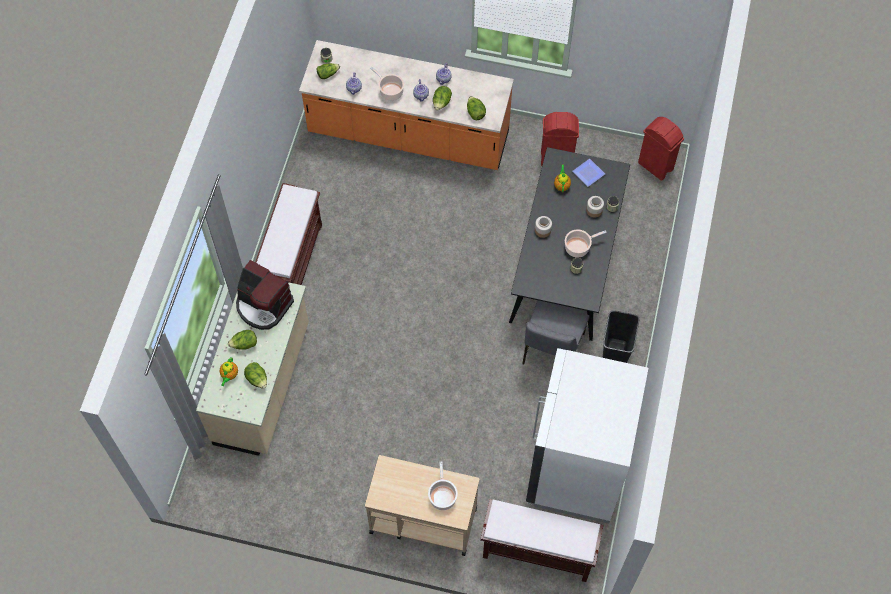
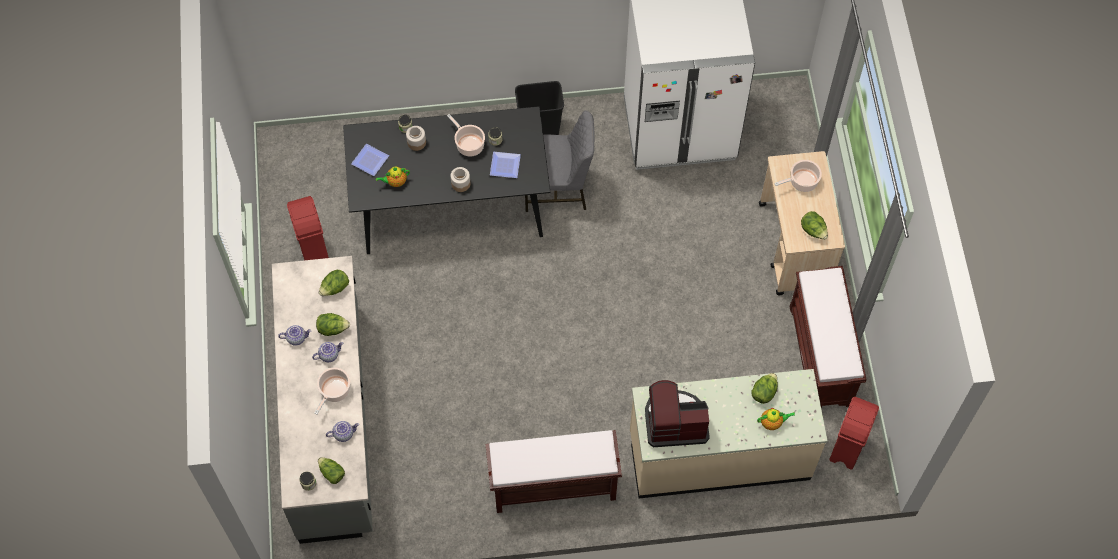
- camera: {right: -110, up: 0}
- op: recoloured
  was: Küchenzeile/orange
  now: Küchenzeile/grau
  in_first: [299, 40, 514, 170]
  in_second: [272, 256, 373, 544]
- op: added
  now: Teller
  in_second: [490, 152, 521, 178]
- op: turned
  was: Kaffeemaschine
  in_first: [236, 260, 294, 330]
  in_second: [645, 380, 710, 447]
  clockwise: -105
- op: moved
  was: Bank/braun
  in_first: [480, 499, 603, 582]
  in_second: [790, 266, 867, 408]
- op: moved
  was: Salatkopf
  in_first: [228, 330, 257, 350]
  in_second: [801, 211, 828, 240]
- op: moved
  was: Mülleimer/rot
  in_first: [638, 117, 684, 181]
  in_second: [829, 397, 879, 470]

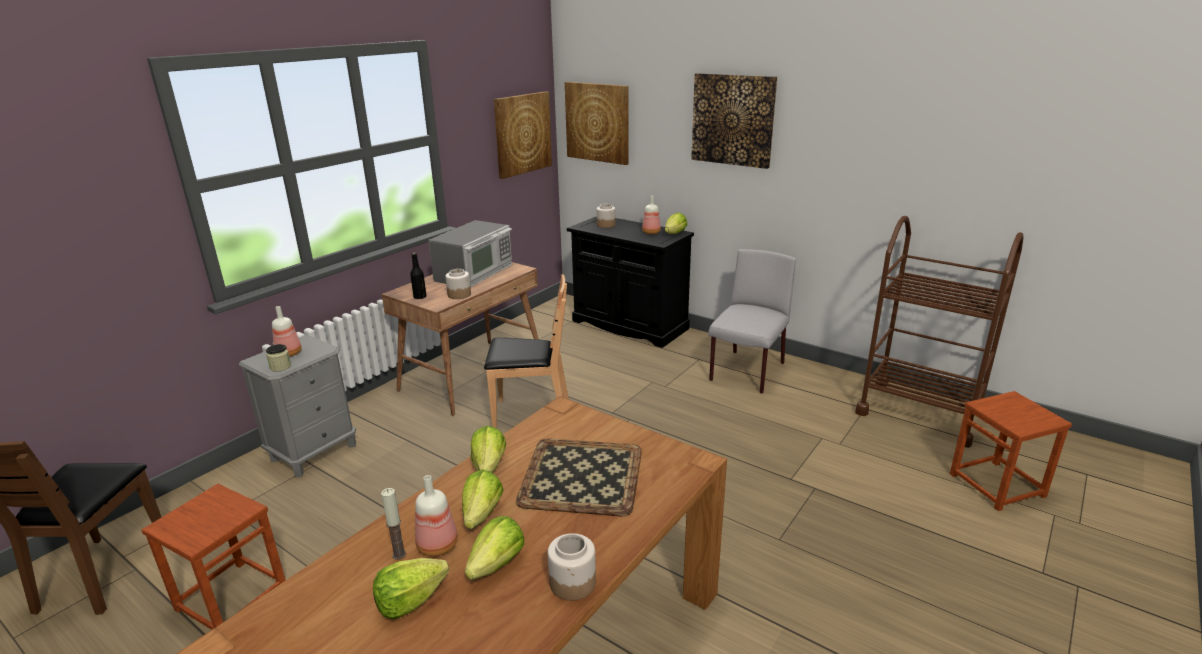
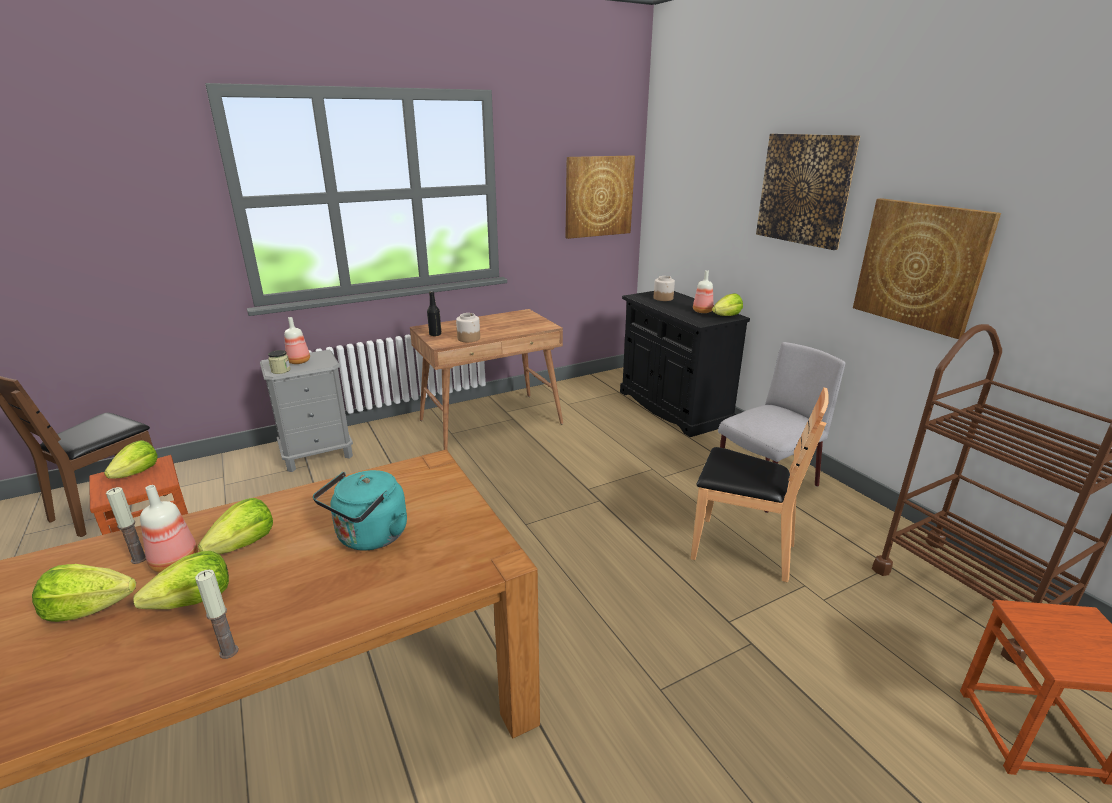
- camera: {right: 25, up: 0}
- op: moved
  was: Salatkopf
  in_first: [471, 426, 506, 472]
  in_second: [104, 440, 157, 479]
- op: replaced
  was: Vorratsglas
  now: Kerze
  in_first: [548, 533, 596, 601]
  in_second: [195, 569, 239, 659]
- op: replaced
  was: Tablett
  now: Wasserkessel/türkis
  in_first: [516, 438, 642, 516]
  in_second: [313, 470, 407, 550]
- op: moved
  was: Stuhl/braun
  in_first: [484, 274, 569, 429]
  in_second: [691, 387, 829, 582]
- op: moved
  was: Bild
  in_first: [565, 82, 629, 165]
  in_second: [853, 198, 1001, 339]
- op: removed
  was: Mikrowelle
  in_first: [428, 220, 512, 287]

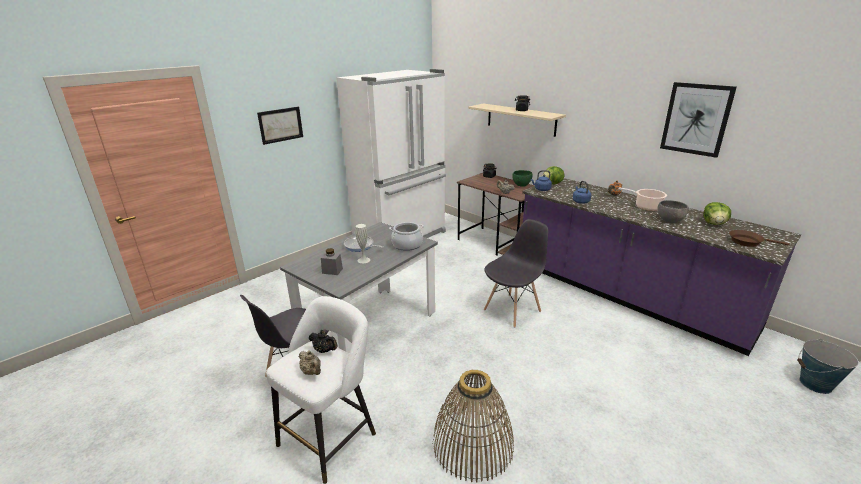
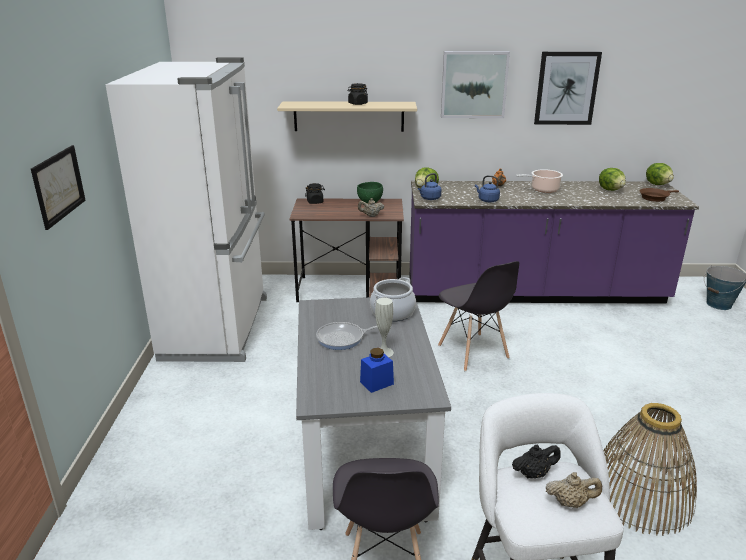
- camera: {right: -45, up: 0}
- op: recoloured
  was: Vorratsglas/grau
  now: Vorratsglas/blau
  in_first: [321, 248, 343, 275]
  in_second: [360, 348, 394, 393]
- op: turned
  was: Stuhl/grau
  in_first: [484, 219, 548, 328]
  in_second: [438, 261, 519, 371]
  clockwise: 150
- op: added
  now: Bild
  in_second: [441, 51, 510, 118]
- op: added
  now: Salatkopf
  in_second: [646, 163, 674, 185]
- op: removed
  was: Schüssel/grau
  in_first: [657, 200, 689, 223]

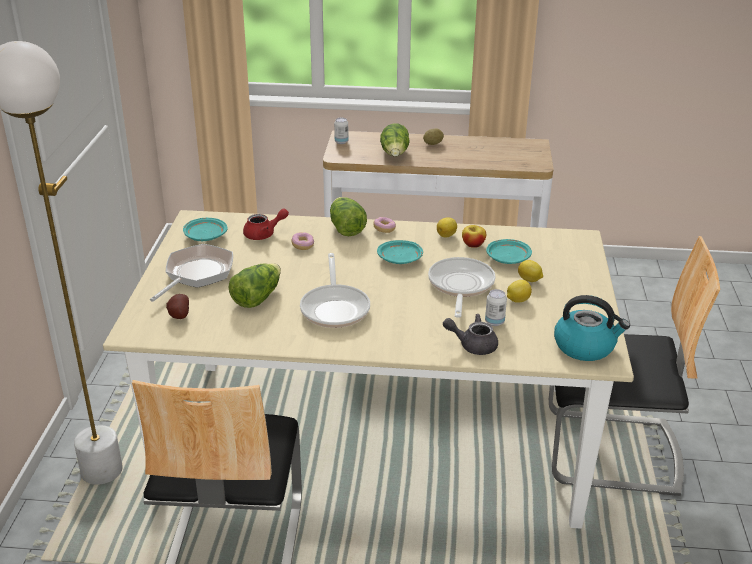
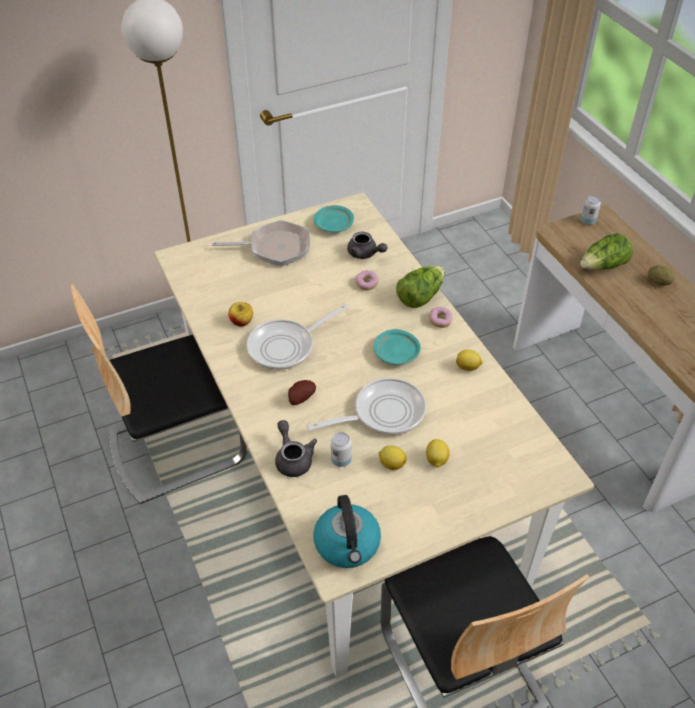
- camera: {right: 60, up: 15}
- op: moved
  was: Apfel
  in_first: [462, 225, 486, 248]
  in_second: [228, 302, 253, 327]
- op: moved
  was: Kartoffel
  in_first: [166, 294, 189, 319]
  in_second: [288, 380, 316, 405]
- op: recoloured
  was: Teekanne/rot
  now: Teekanne/grau
  in_first: [243, 209, 289, 240]
  in_second: [347, 232, 388, 259]
- op: removed
  was: Salatkopf
  in_first: [229, 263, 281, 308]
- op: removed
  was: Teller/türkis
  in_first: [486, 239, 532, 264]

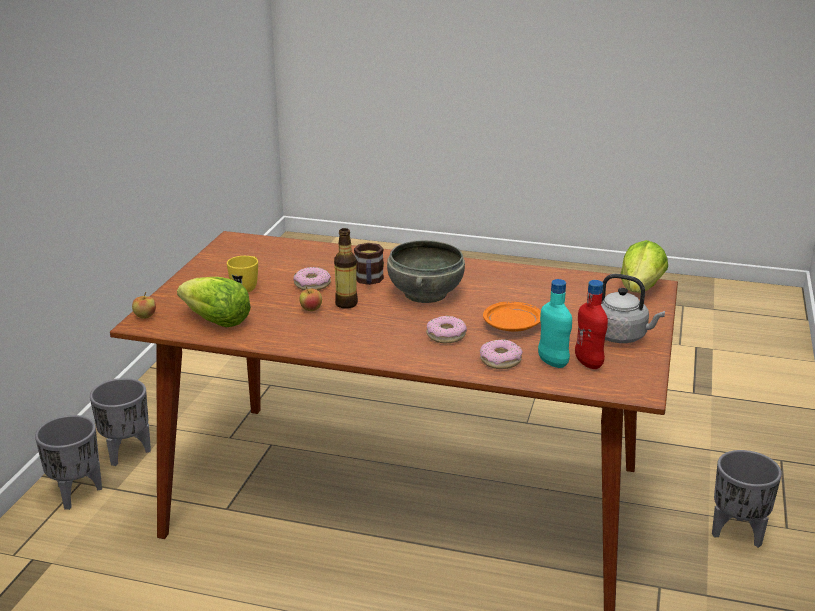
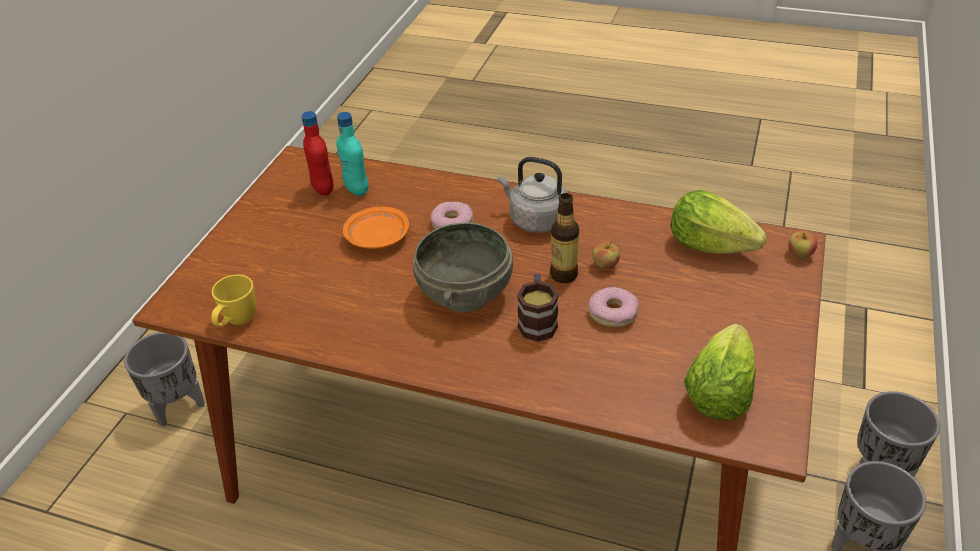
- camera: {right: -175, up: 15}
- op: moved
  was: Henkelbecher/gelb
  in_first: [227, 256, 258, 292]
  in_second: [211, 275, 256, 327]
- op: moved
  was: Wasserkessel/grau
  in_first: [601, 274, 665, 343]
  in_second: [498, 157, 568, 233]
- op: moved
  was: Salatkopf
  in_first: [621, 240, 668, 293]
  in_second: [684, 324, 756, 420]
- op: removed
  was: Donut
  in_first: [480, 339, 523, 369]

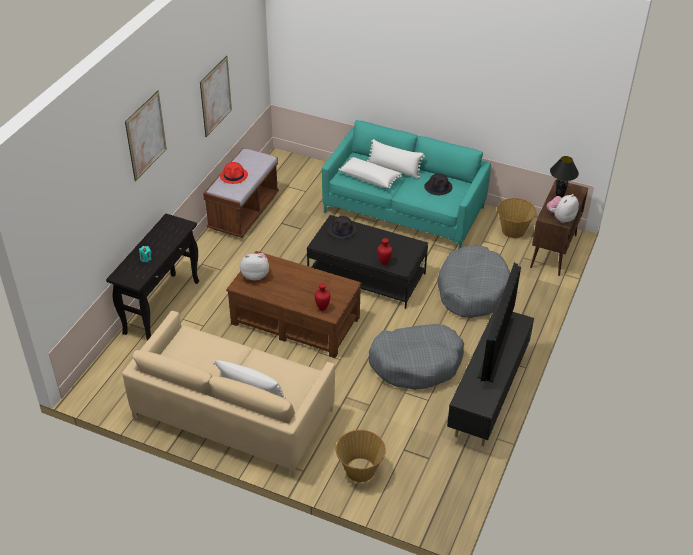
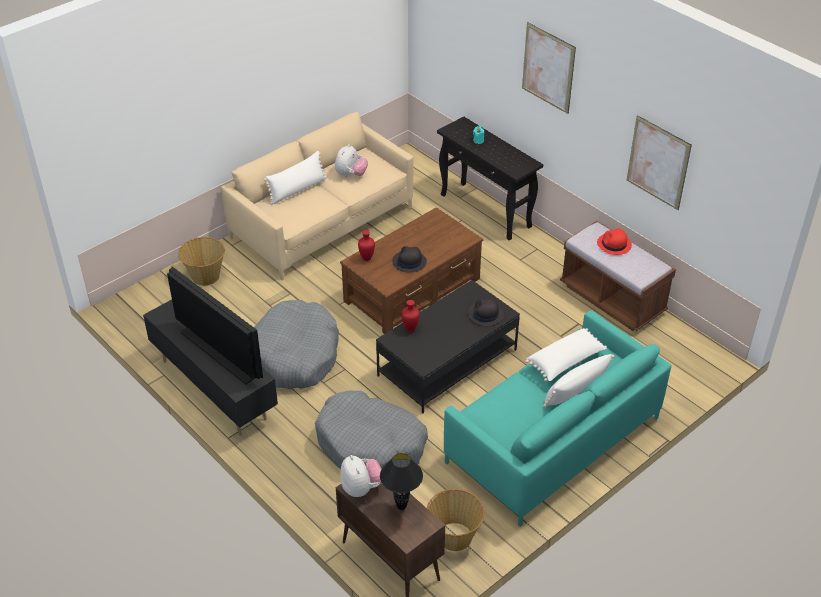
- camera: {right: 115, up: 0}
- op: moved
  was: Plüschtier
  in_first: [240, 253, 269, 281]
  in_second: [335, 144, 368, 177]
- op: moved
  was: Hut/schwarz
  in_first: [424, 173, 452, 195]
  in_second: [392, 246, 427, 273]

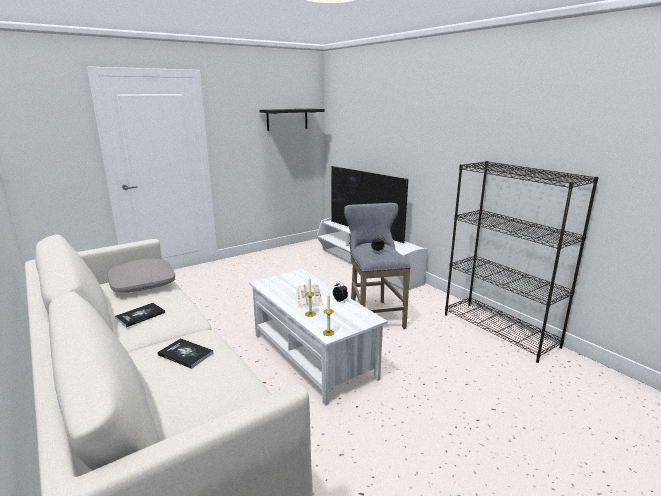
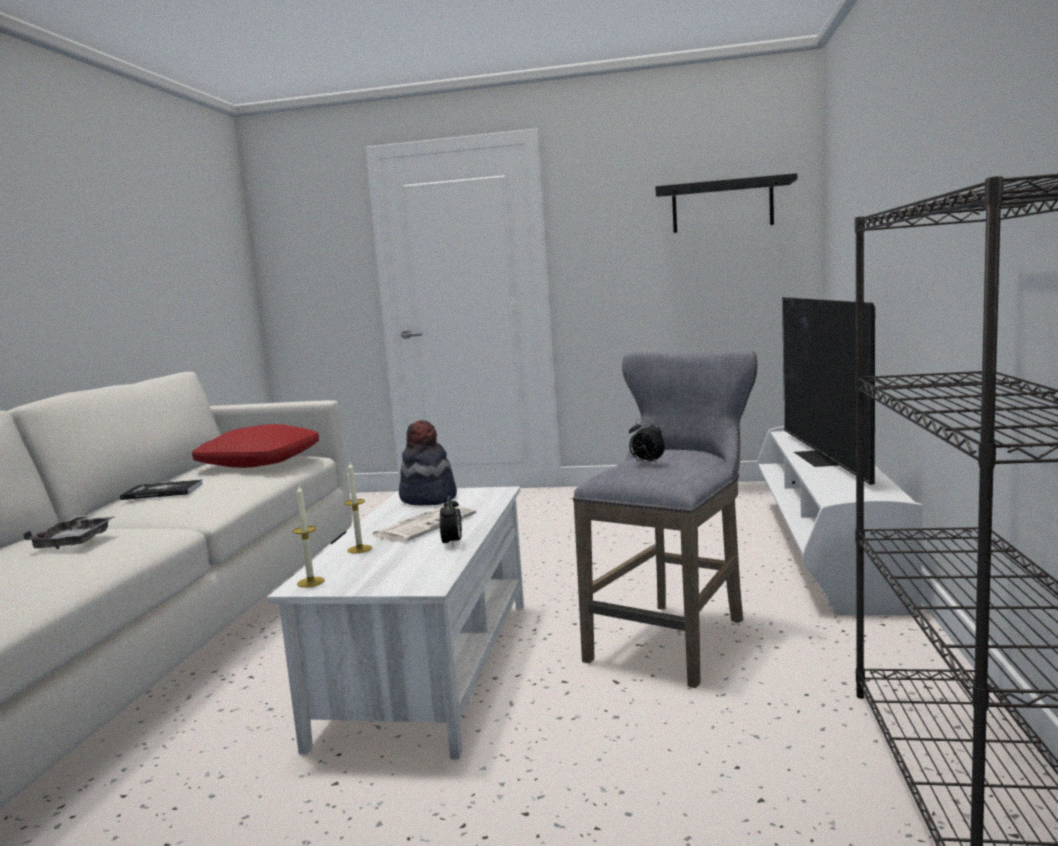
- camera: {right: 45, up: -10}
- op: replaced
  was: Buch
  now: Tablett/grau
  in_first: [157, 338, 213, 369]
  in_second: [23, 515, 116, 549]
- op: recoloured
  was: Kissen/grau
  now: Kissen/rot
  in_first: [108, 259, 175, 293]
  in_second: [192, 424, 319, 468]
- op: added
  now: Hut
  in_second: [399, 420, 457, 505]

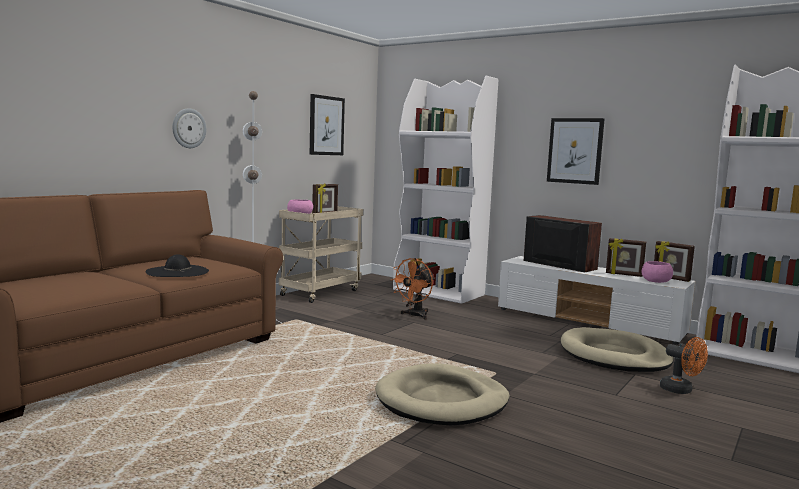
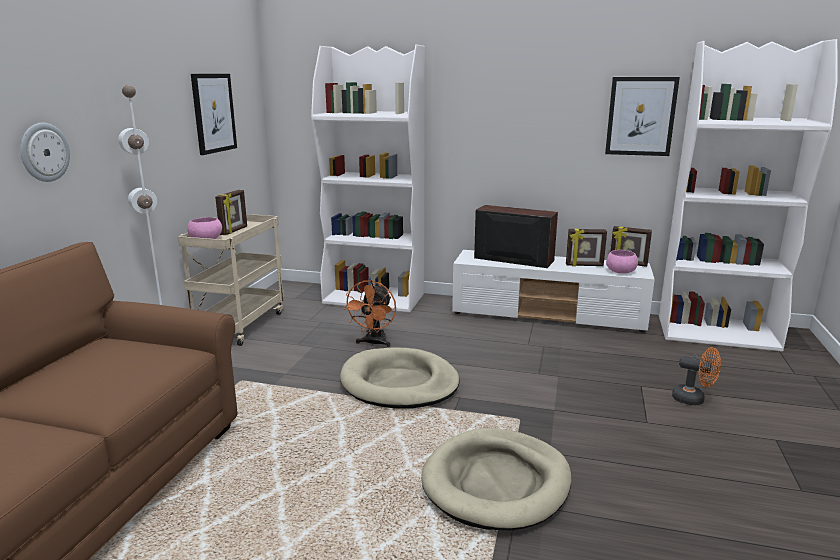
- camera: {right: -20, up: 10}
- op: moved
  was: Hundebett/beige
  in_first: [561, 327, 674, 372]
  in_second: [340, 347, 460, 409]
- op: moved
  was: Bild
  in_first: [547, 118, 605, 185]
  in_second: [605, 77, 680, 156]
- op: removed
  was: Hut/schwarz
  in_first: [146, 254, 209, 277]

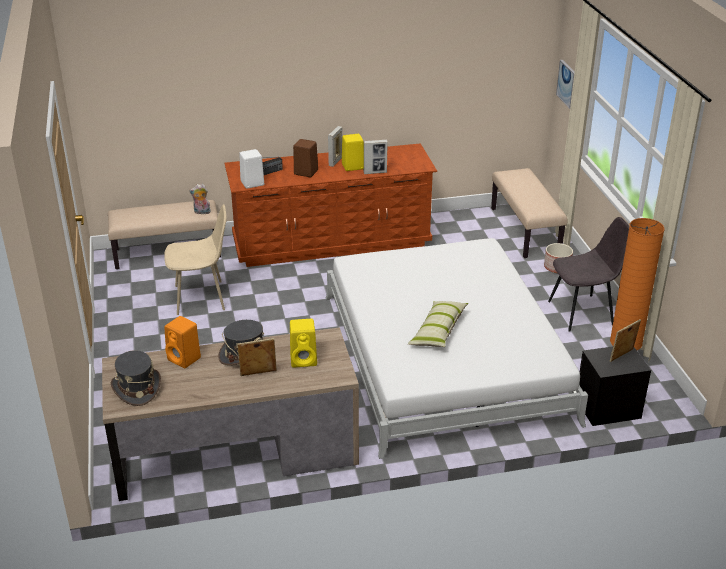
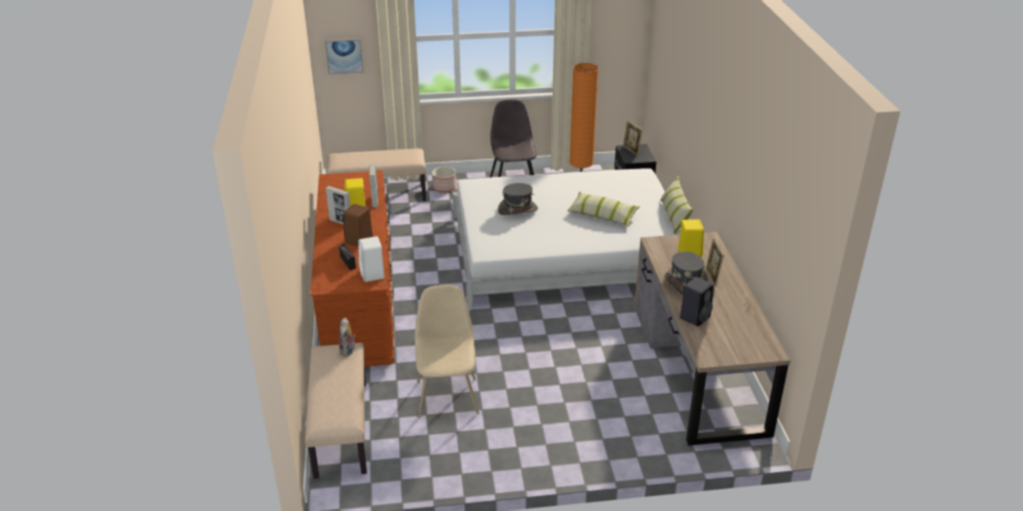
- camera: {right: -85, up: 0}
- op: moved
  was: Hut/grau
  in_first: [111, 350, 161, 406]
  in_second: [498, 183, 538, 215]
- op: added
  now: Kissen
  in_second: [660, 176, 694, 234]
- op: recoloured
  was: Lautsprecher/orange
  now: Lautsprecher/schwarz
  in_first: [165, 316, 201, 368]
  in_second: [680, 277, 713, 327]

